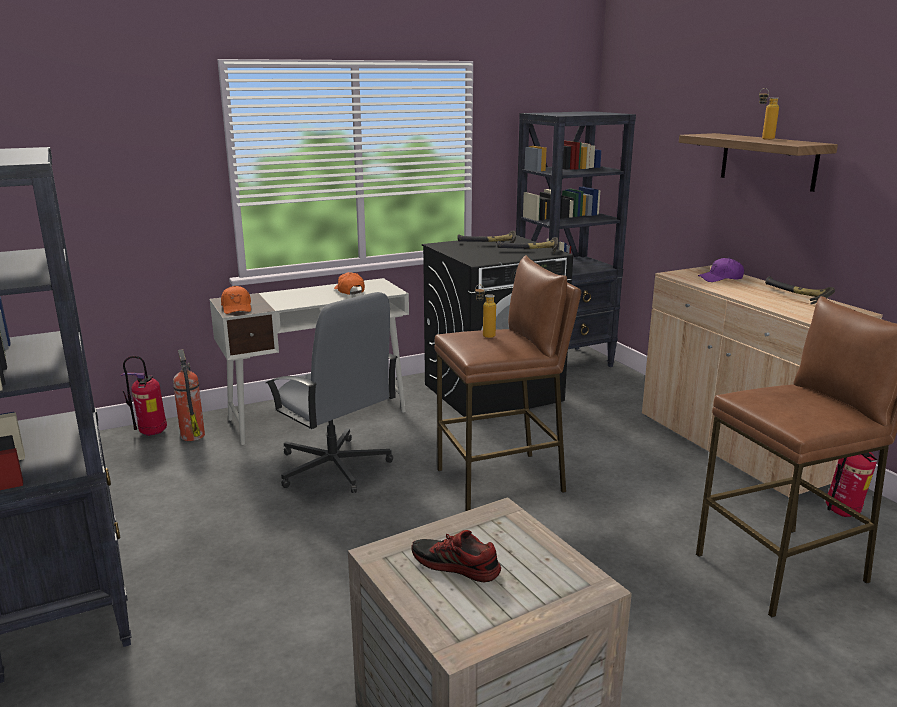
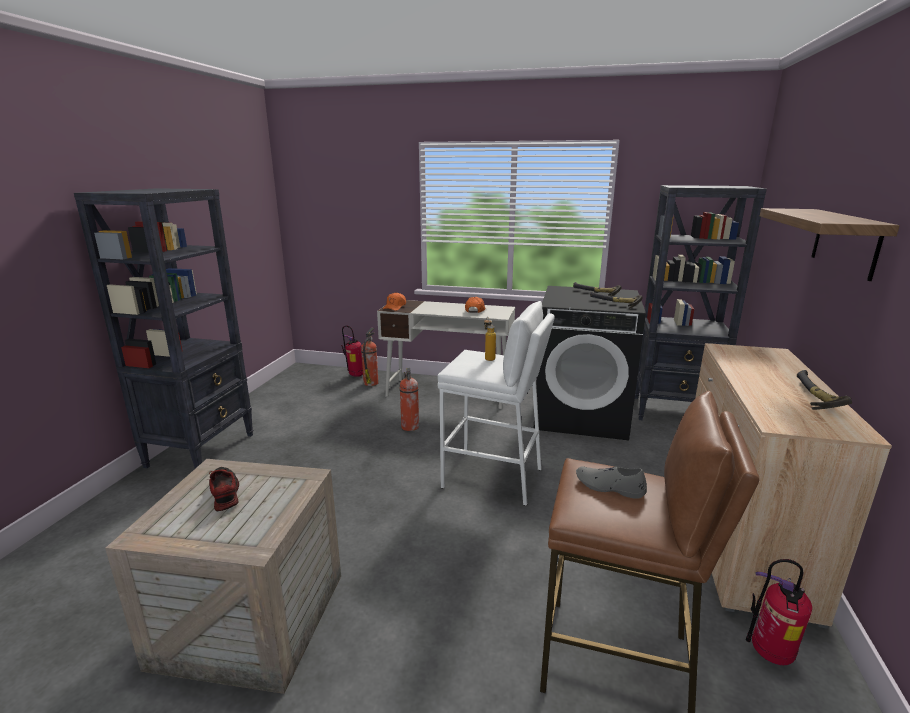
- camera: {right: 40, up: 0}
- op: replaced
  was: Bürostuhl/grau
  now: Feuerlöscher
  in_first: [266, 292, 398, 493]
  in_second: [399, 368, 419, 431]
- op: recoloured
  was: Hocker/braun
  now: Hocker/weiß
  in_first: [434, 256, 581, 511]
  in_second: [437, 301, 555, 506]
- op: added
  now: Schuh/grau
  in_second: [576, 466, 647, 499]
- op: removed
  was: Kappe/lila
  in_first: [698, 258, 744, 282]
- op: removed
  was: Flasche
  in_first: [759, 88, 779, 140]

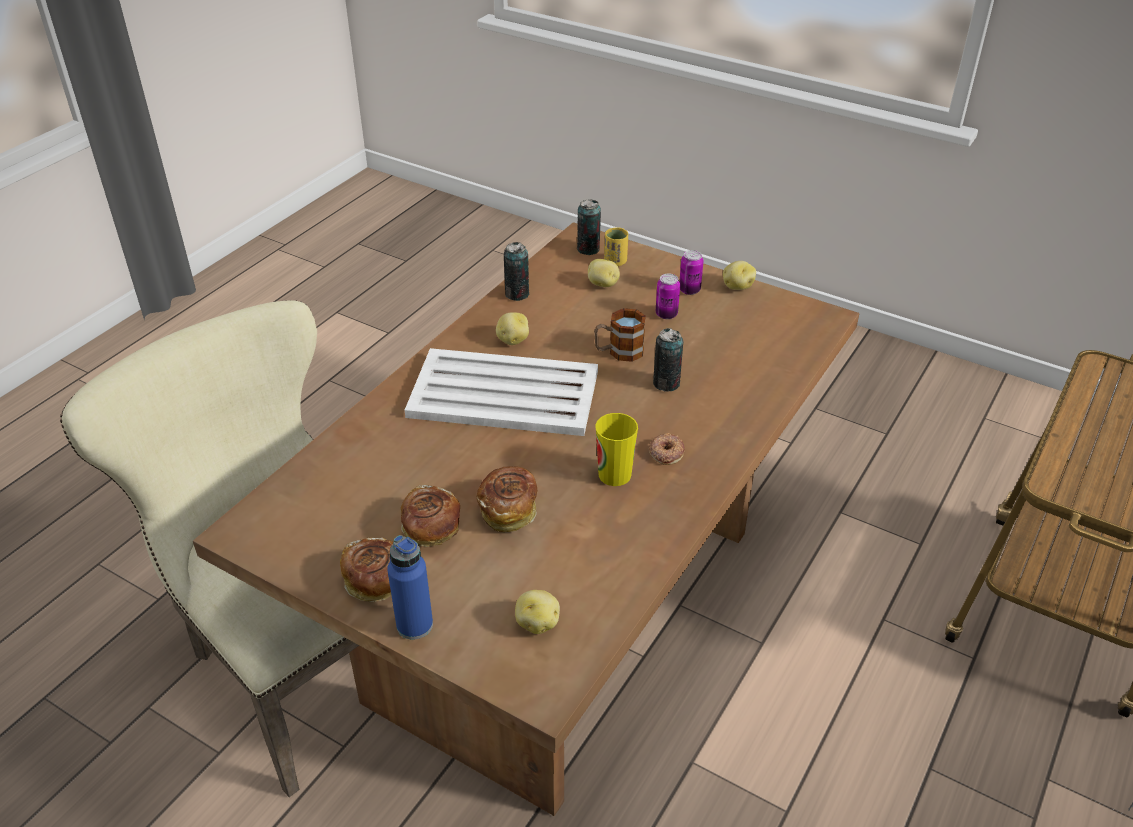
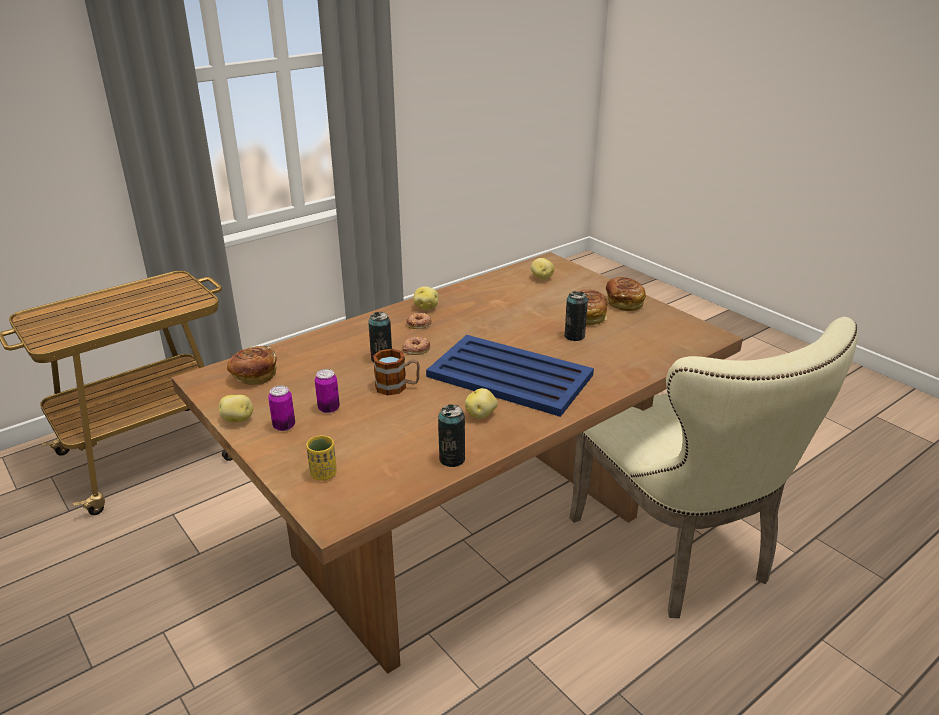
- camera: {right: -160, up: -10}
- op: moved
  was: Brot
  in_first: [477, 466, 537, 532]
  in_second: [227, 346, 277, 385]
- op: added
  now: Donut
  in_second: [402, 336, 430, 355]
- op: moved
  was: Kartoffel
  in_first: [588, 259, 620, 287]
  in_second: [413, 286, 439, 310]
- op: recoloured
  was: Tablett/weiß
  now: Tablett/blau
  in_first: [405, 348, 598, 436]
  in_second: [426, 335, 594, 417]
- op: moved
  was: Dose
  in_first: [577, 199, 601, 255]
  in_second: [565, 291, 588, 341]
- op: removed
  was: Flasche/blau
  in_first: [387, 535, 433, 640]
- op: removed
  was: Tasse
  in_first: [595, 413, 638, 486]

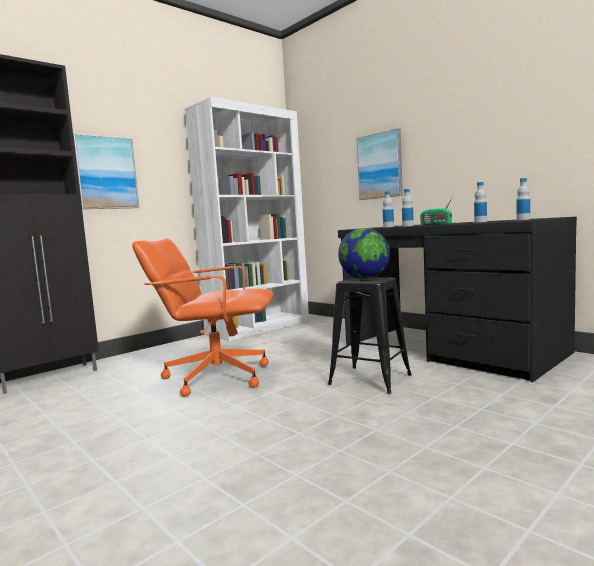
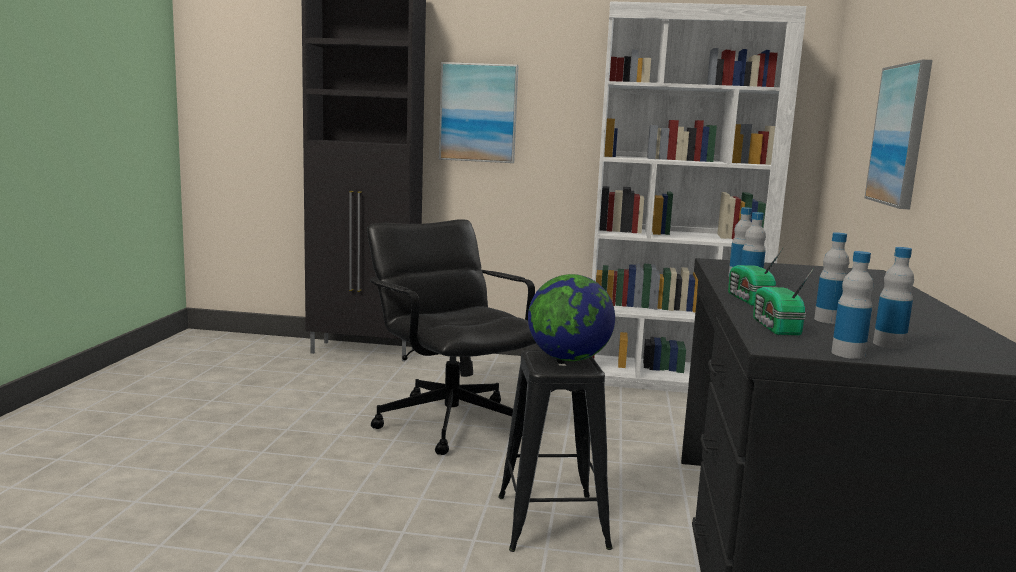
- camera: {right: 50, up: 5}
- op: recoloured
  was: Bürostuhl/orange
  now: Bürostuhl/schwarz
  in_first: [132, 238, 274, 397]
  in_second: [367, 219, 536, 455]
- op: added
  now: Radio
  in_second: [753, 268, 814, 336]
- op: added
  now: Flasche
  in_second: [831, 251, 873, 359]

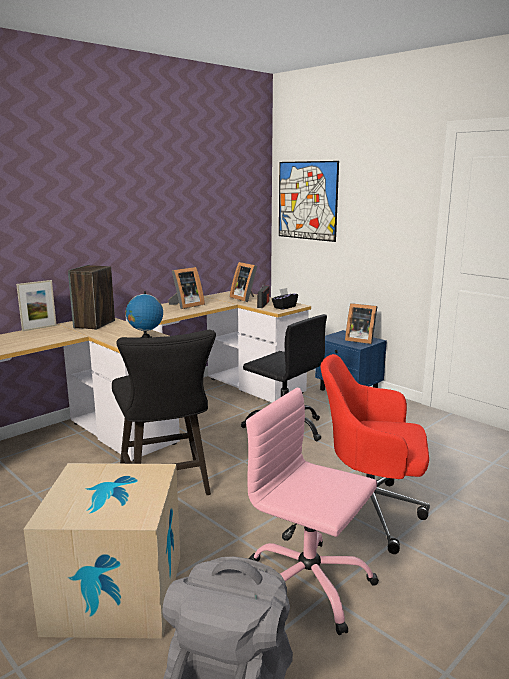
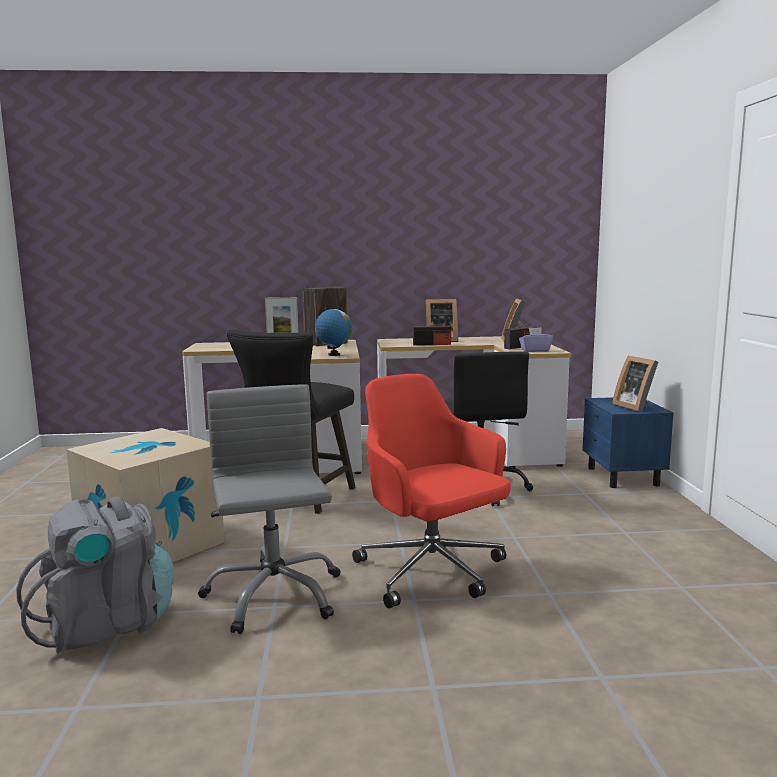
- camera: {right: 40, up: -5}
- op: recoloured
  was: Bürostuhl/rosa
  now: Bürostuhl/grau
  in_first: [246, 388, 379, 635]
  in_second: [198, 384, 341, 634]
- op: added
  now: Radio
  in_second: [413, 323, 451, 346]
- op: recoloured
  was: Taschentuchbox/schwarz
  now: Taschentuchbox/lila
  in_first: [272, 288, 298, 310]
  in_second: [519, 327, 553, 352]
- op: removed
  was: Bild
  in_first: [279, 161, 339, 242]

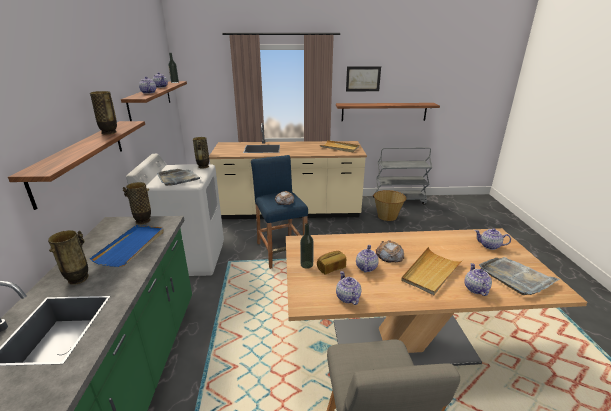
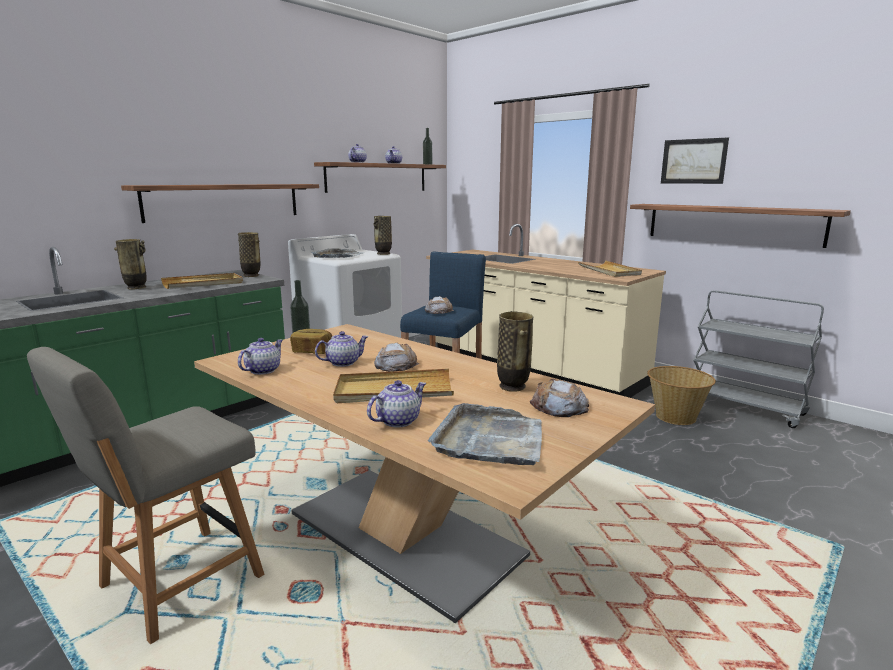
- camera: {right: 45, up: -10}
- op: recoloured
  was: Tablett/blau
  now: Tablett/beige
  in_first: [90, 225, 164, 267]
  in_second: [161, 273, 243, 289]
- op: moved
  was: Vase
  in_first: [90, 91, 117, 135]
  in_second: [497, 311, 533, 392]
- op: replaced
  was: Teekanne
  now: Brot
  in_first: [475, 228, 511, 250]
  in_second: [530, 379, 589, 417]

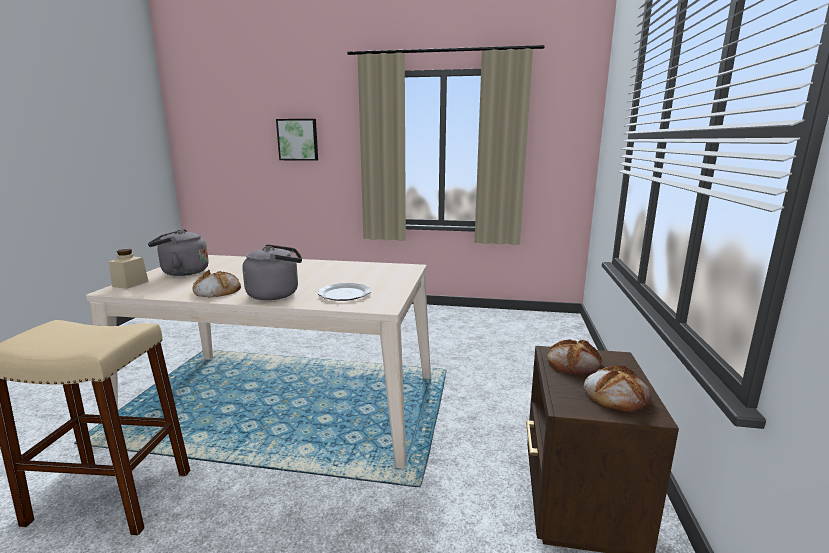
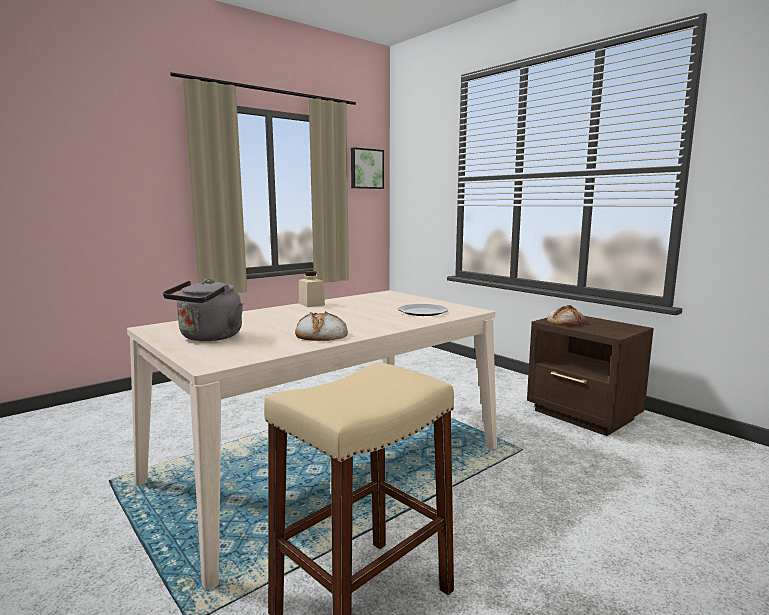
- camera: {right: -50, up: -5}
- op: moved
  was: Vorratsglas/beige
  in_first: [108, 249, 149, 289]
  in_second: [299, 271, 325, 307]
- op: moved
  was: Bild
  in_first: [276, 119, 318, 161]
  in_second: [351, 147, 384, 189]
- op: removed
  was: Wasserkessel/grau
  in_first: [242, 244, 302, 300]
- op: removed
  was: Brot
  in_first: [584, 365, 652, 411]

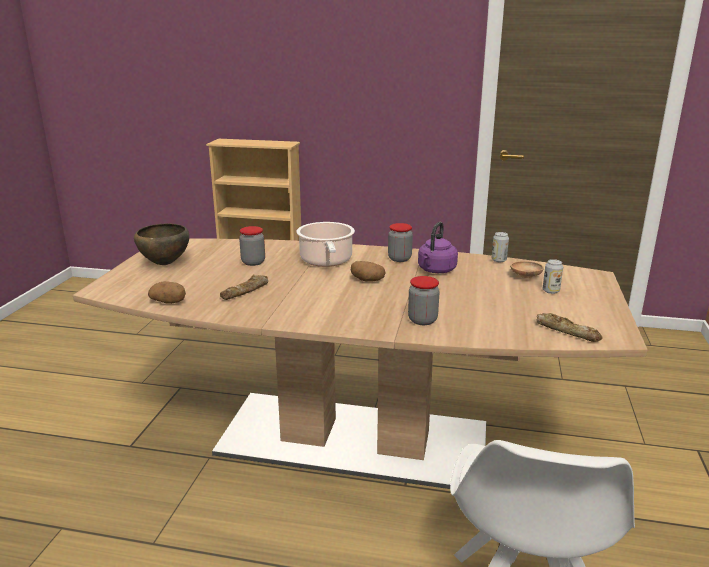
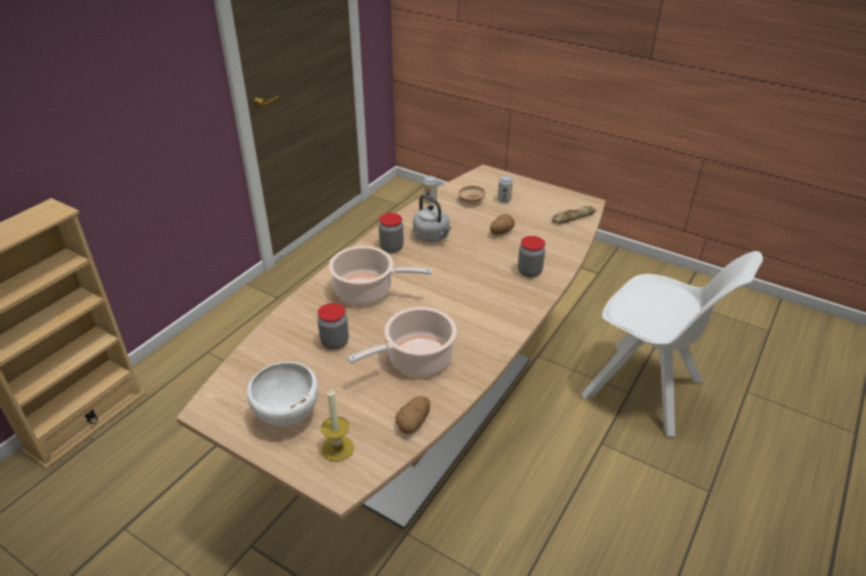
- camera: {right: -70, up: 15}
- op: recoloured
  was: Schüssel/braun
  now: Schüssel/weiß
  in_first: [134, 223, 189, 265]
  in_second: [247, 362, 318, 426]
- op: added
  now: Kerze
  in_second: [321, 388, 354, 462]
- op: replaced
  was: Brot
  now: Kochtopf
  in_first: [220, 275, 268, 300]
  in_second: [347, 307, 457, 377]
- op: recoloured
  was: Wasserkessel/lila
  now: Wasserkessel/grau
  in_first: [418, 222, 458, 273]
  in_second: [413, 195, 451, 242]
- op: moved
  was: Kartoffel
  in_first: [351, 261, 386, 282]
  in_second: [490, 214, 515, 235]

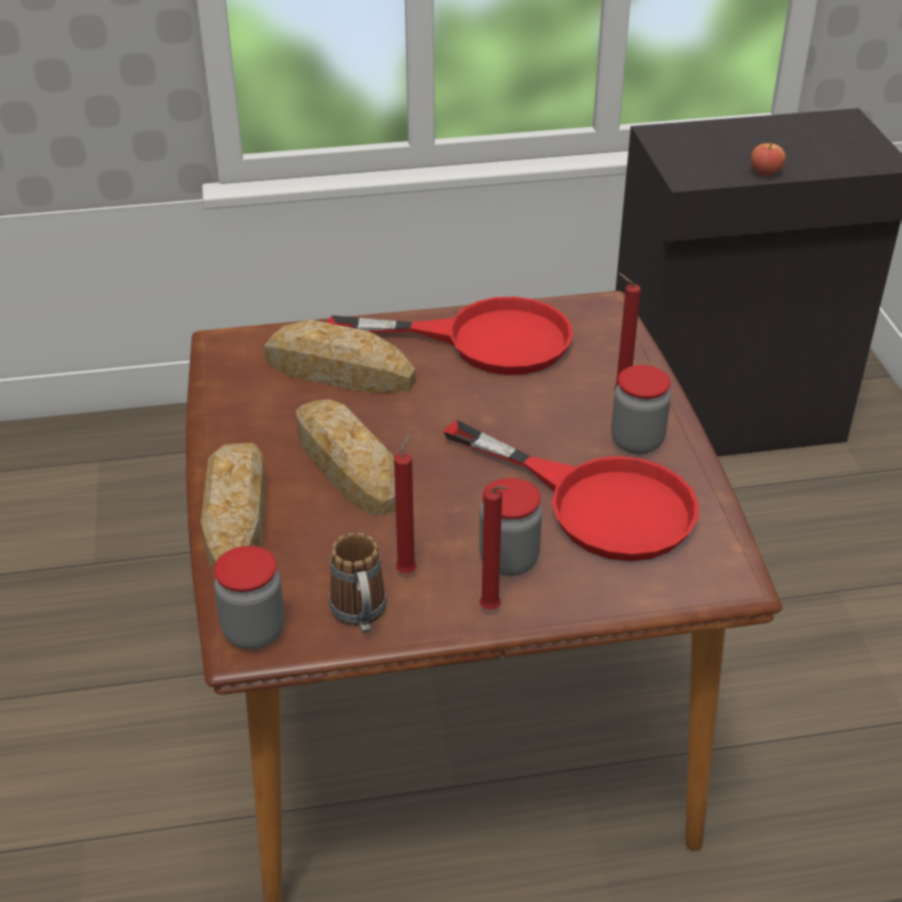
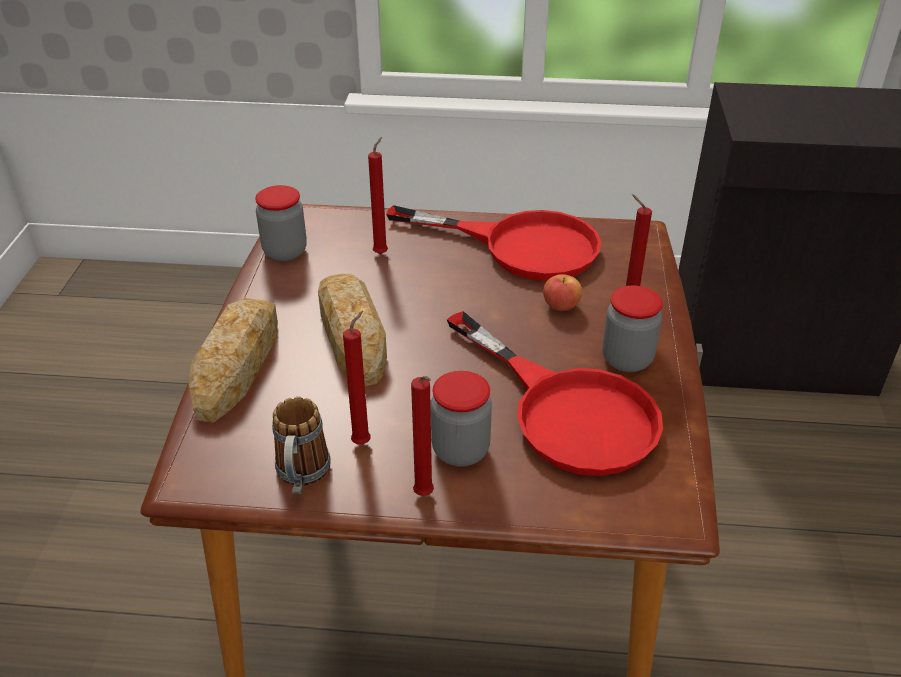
- camera: {right: 15, up: 0}
- op: moved
  was: Vorratsglas
  in_first: [214, 546, 285, 649]
  in_second: [255, 185, 307, 261]
- op: replaced
  was: Brot
  now: Kerze/rot
  in_first: [264, 320, 416, 393]
  in_second: [368, 137, 388, 254]
- op: moved
  was: Apfel
  in_first: [751, 143, 786, 176]
  in_second: [543, 274, 582, 311]

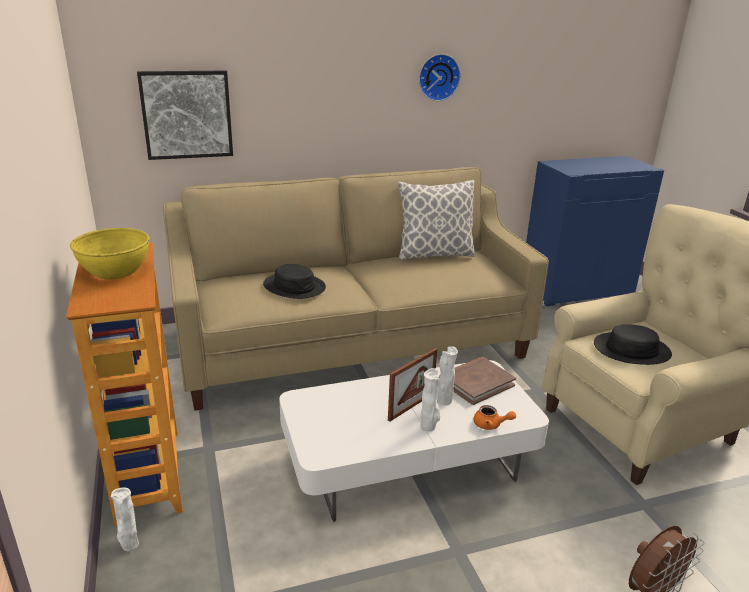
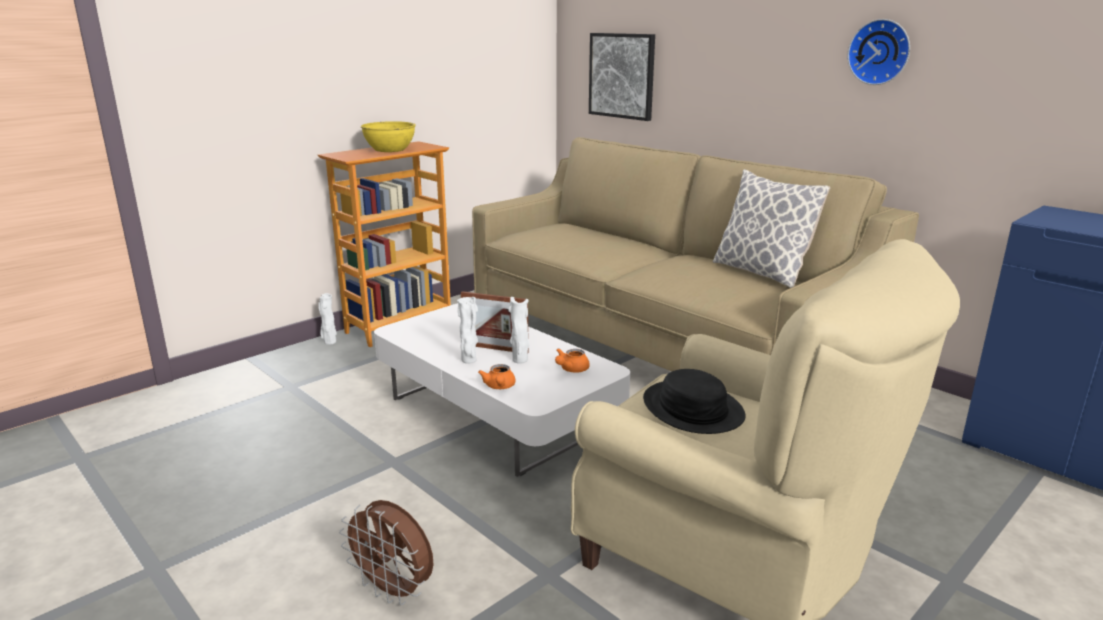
- camera: {right: 65, up: -5}
- op: replaced
  was: Buch/braun
  now: Teekanne/orange
  in_first: [439, 357, 516, 405]
  in_second: [555, 348, 590, 373]
- op: removed
  was: Hut/schwarz
  in_first: [263, 264, 326, 299]

